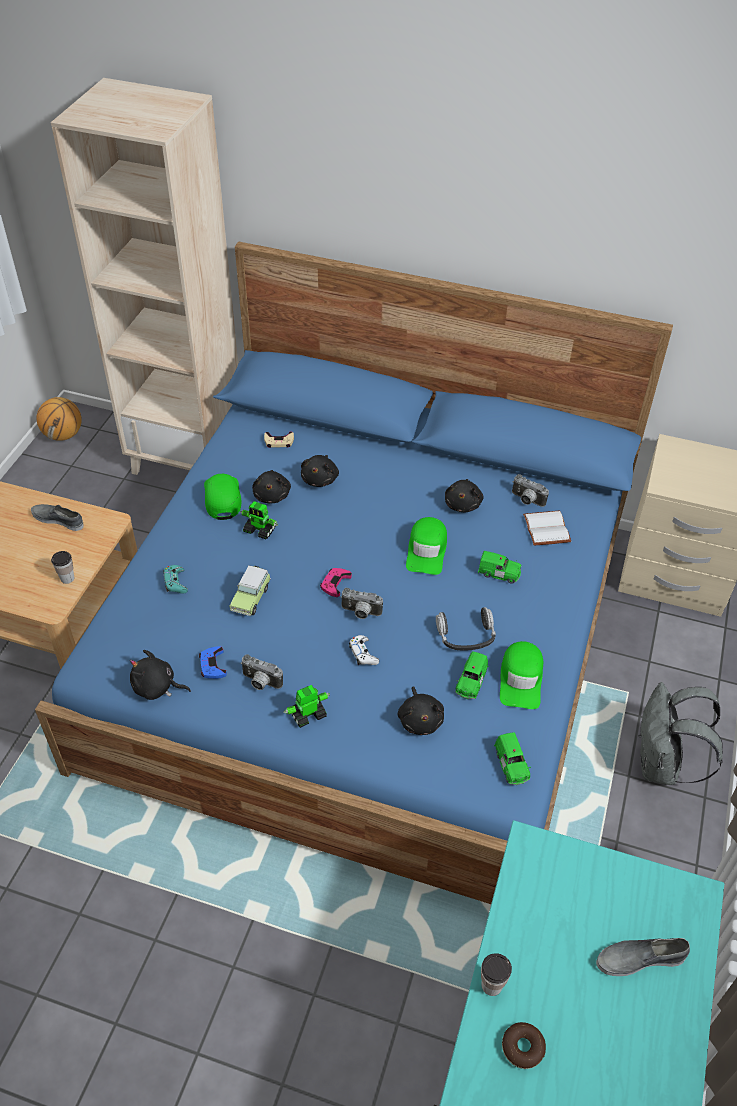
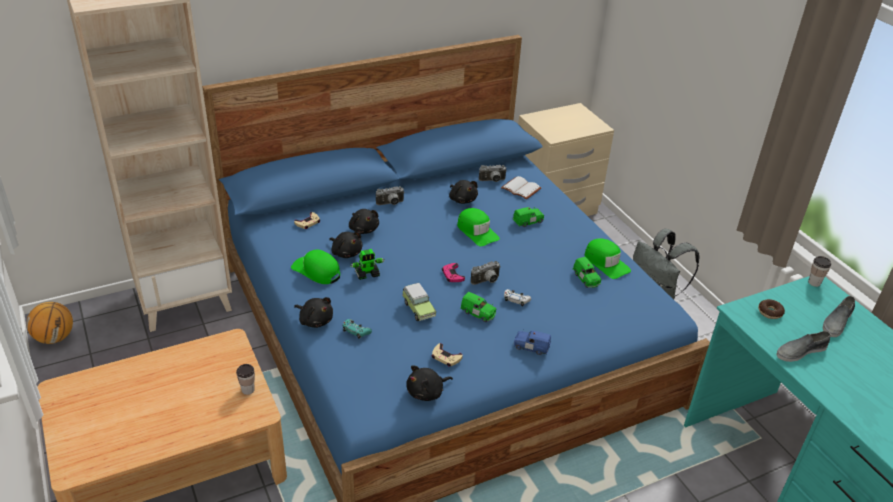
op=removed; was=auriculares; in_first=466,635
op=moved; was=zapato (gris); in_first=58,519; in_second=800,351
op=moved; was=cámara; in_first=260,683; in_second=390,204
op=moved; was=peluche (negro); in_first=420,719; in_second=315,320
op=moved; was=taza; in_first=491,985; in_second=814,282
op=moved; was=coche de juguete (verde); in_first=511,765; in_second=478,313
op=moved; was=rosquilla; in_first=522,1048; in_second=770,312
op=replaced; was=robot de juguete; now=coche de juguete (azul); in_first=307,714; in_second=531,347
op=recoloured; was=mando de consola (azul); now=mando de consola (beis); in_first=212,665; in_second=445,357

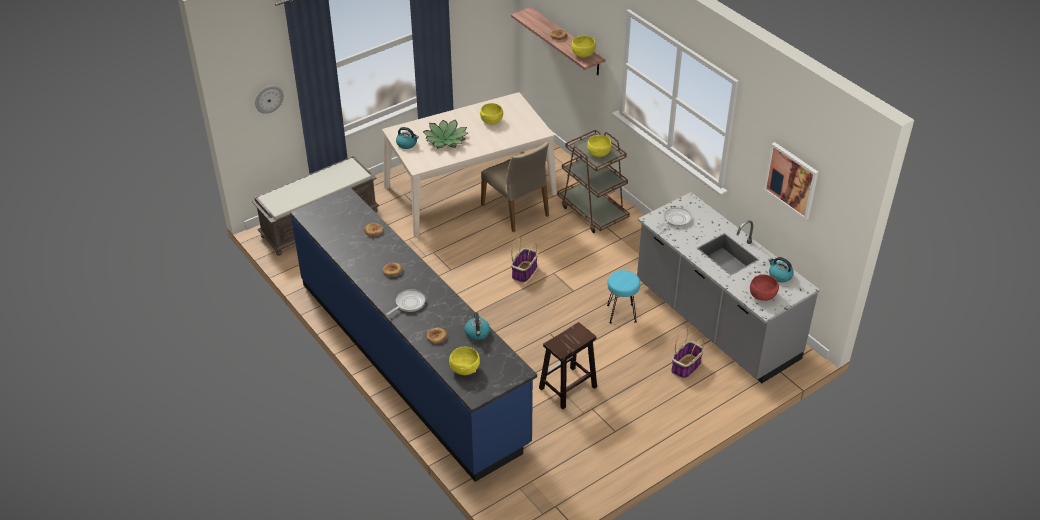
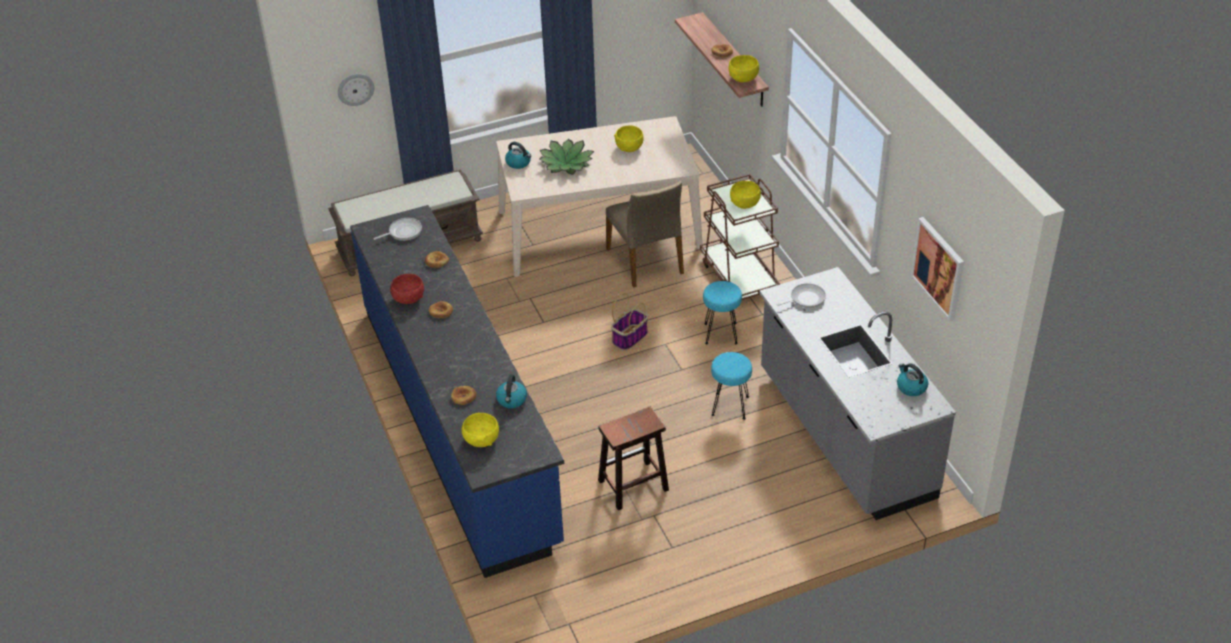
op=removed; was=cesta; in_first=686,367
op=added; now=taburete (turquesa); in_second=721,333
op=moved; was=sartén; in_first=408,303; in_second=403,232
op=moved; was=cuenco (rojo); in_first=762,295; in_second=408,298

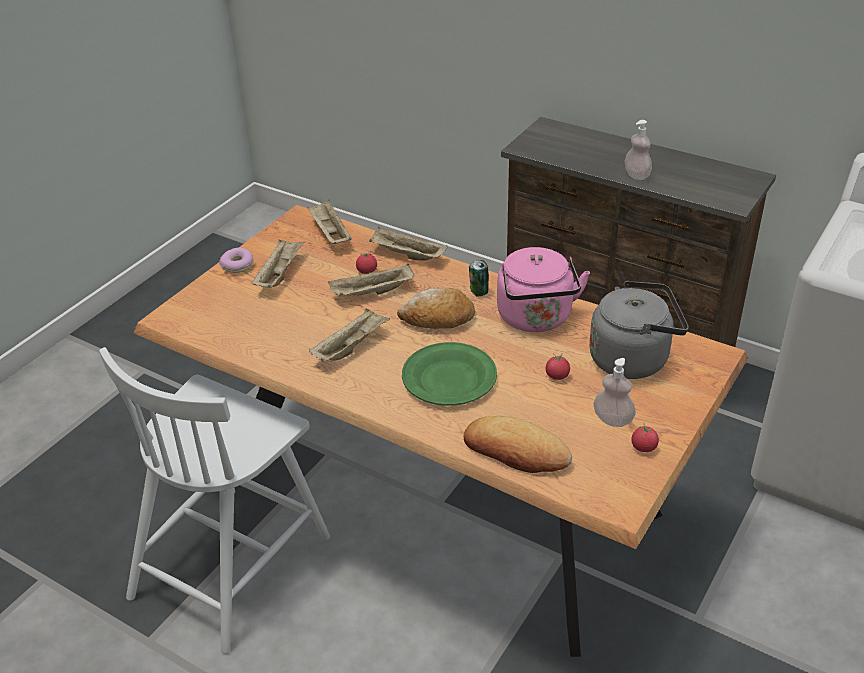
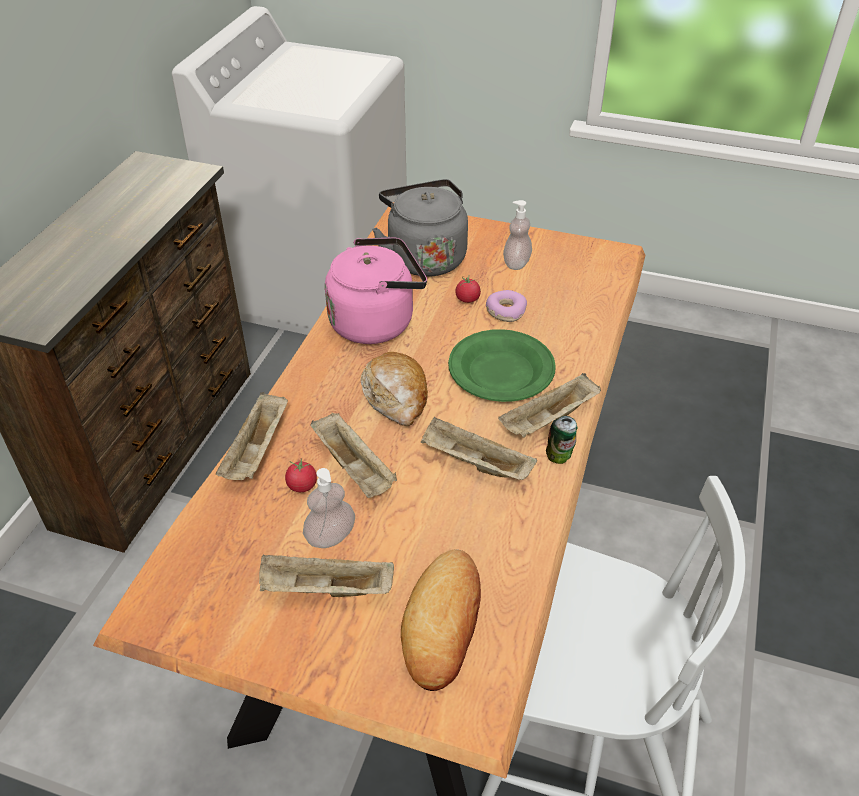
op=removed; was=tomate; in_first=643,447
op=moved; was=rosquilla; in_first=238,265; in_second=505,311
op=moved; was=bandeja (beis); in_first=330,233; in_second=549,420
op=moved; was=pan; in_first=516,451; in_second=443,623
op=moved; was=lata; in_first=478,292; in_second=560,456
op=moved; was=dispensador de jabón; in_first=636,175; in_second=330,536

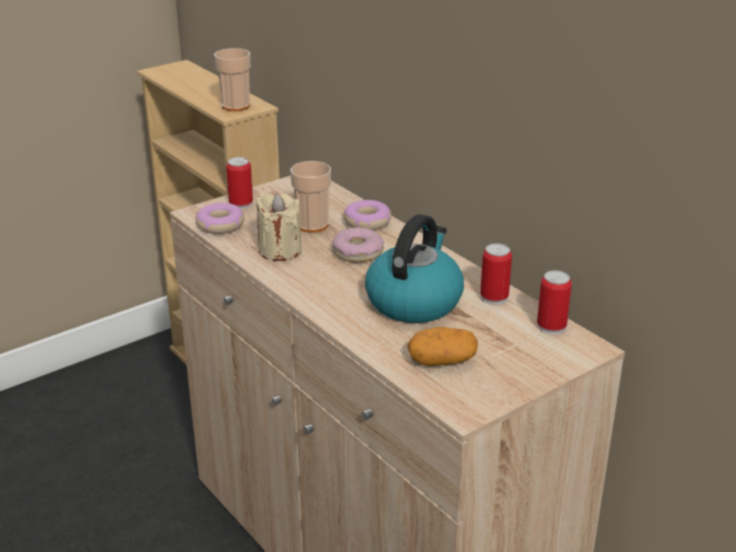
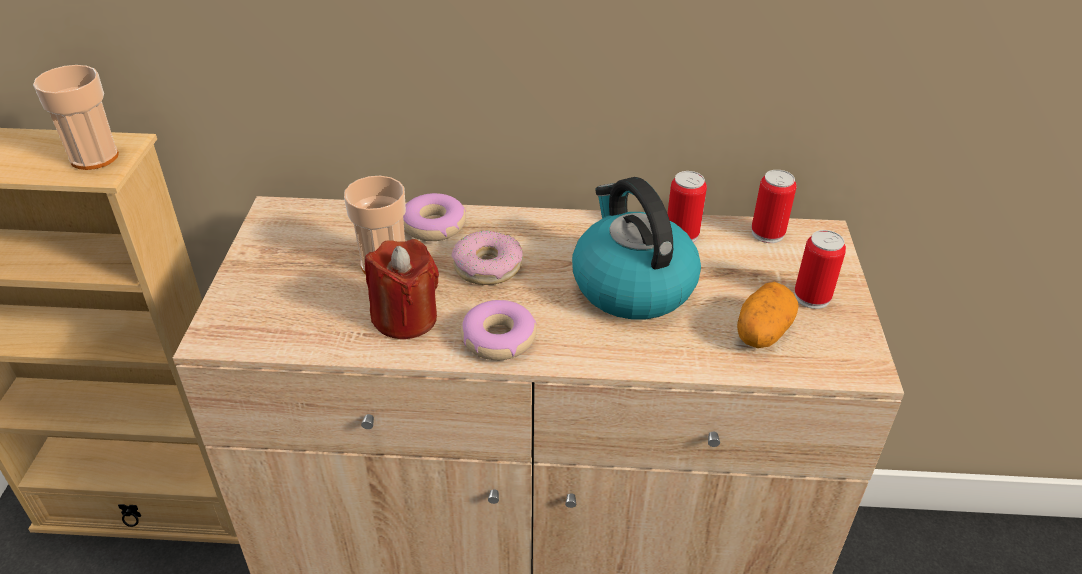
op=moved; was=rosquilla; in_first=220,225; in_second=498,339
op=moved; was=lata; in_first=241,204; in_second=812,297
op=recoloured; was=vela (beis); now=vela (rojo); in_first=280,250; in_second=405,318

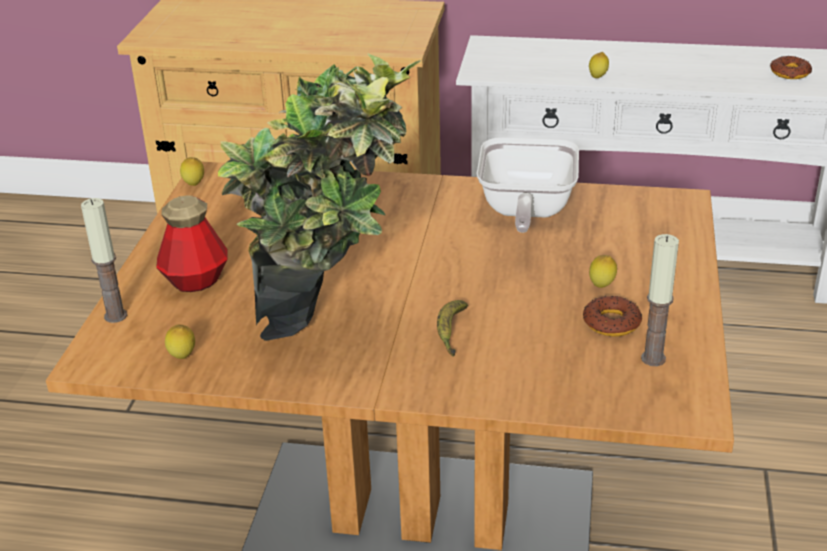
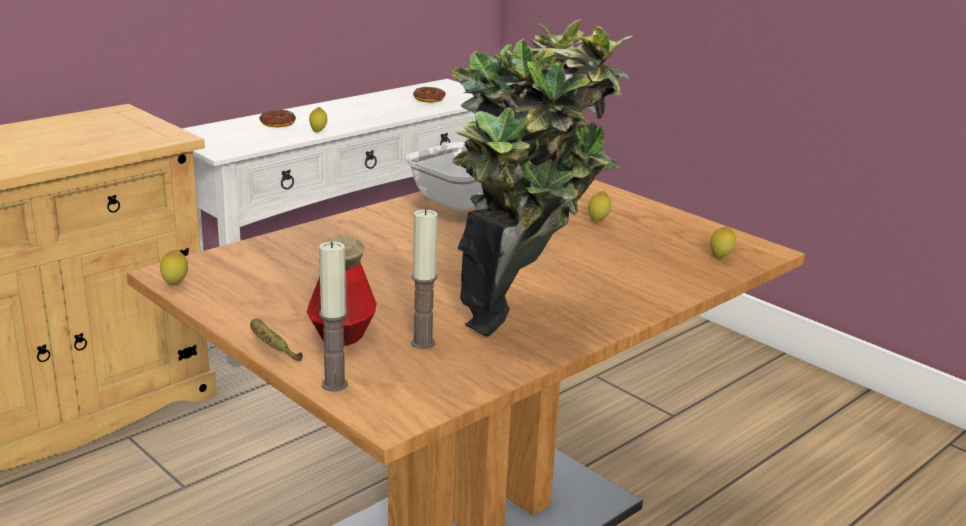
op=moved; was=limón; in_first=182,358; in_second=720,257
op=moved; was=plátano; in_first=451,332; in_second=271,348
op=moved; was=rosquilla; in_first=612,322; in_second=277,123
op=moved; was=vela; in_first=653,358; in_second=422,343

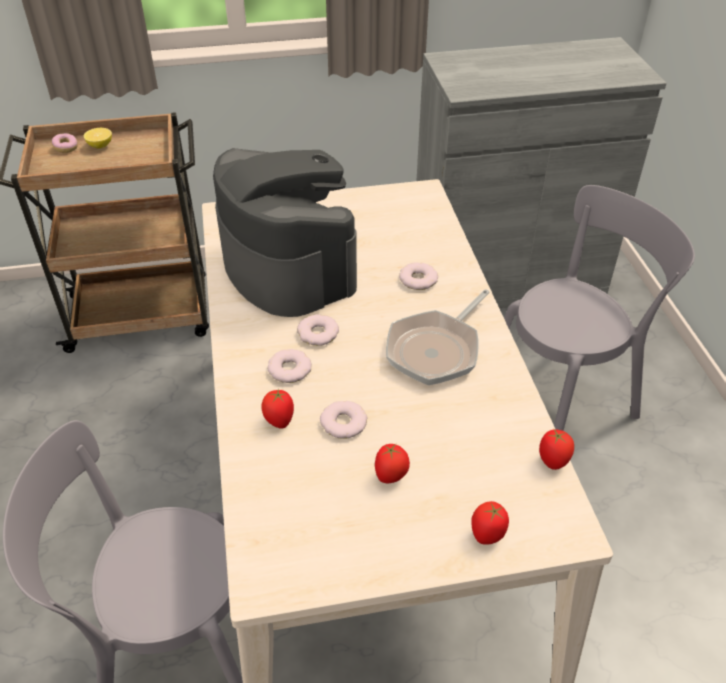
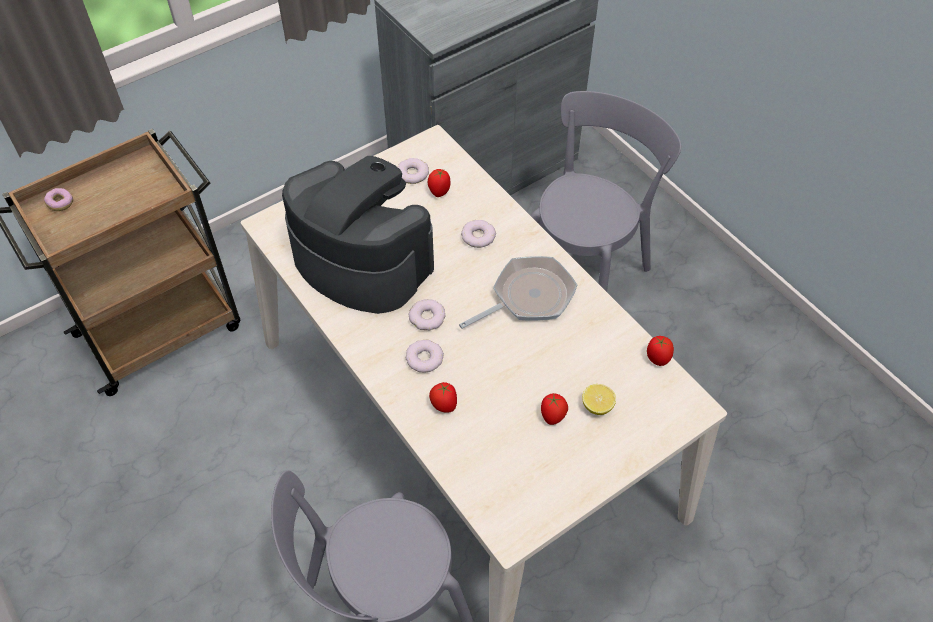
op=moved; was=limón; in_first=100,146; in_second=597,406
op=moved; was=rosquilla; in_first=343,423; in_second=412,174
op=moved; was=tomate; in_first=487,534; in_second=439,191
op=turned; was=sartén; in_first=436,349; in_second=528,297; clockwise=-135

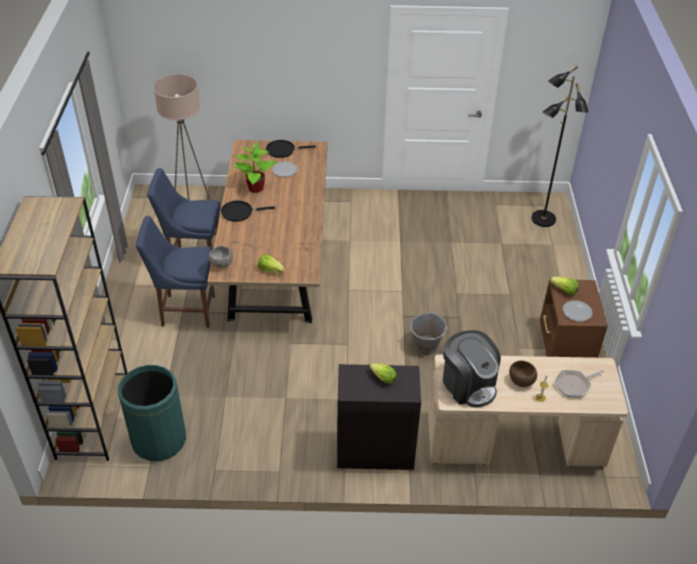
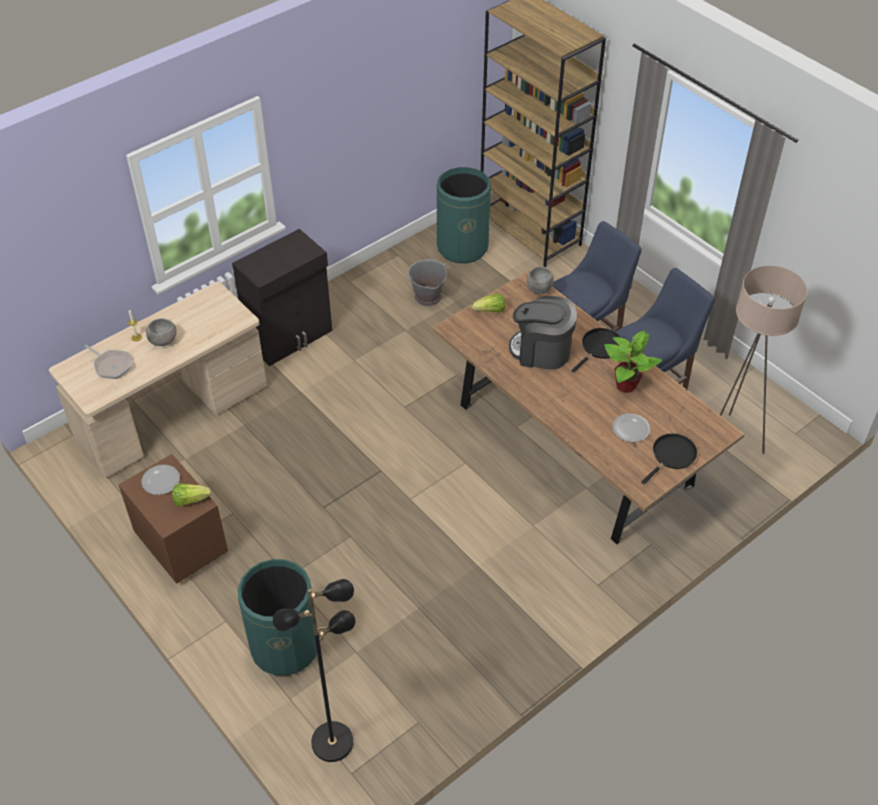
op=removed; was=lechuga; in_first=382,377
op=added; now=papelera (verde); in_second=285,647
op=moved; was=cubo (gris); in_first=426,346; in_second=427,297
op=moved; was=cafetera; in_first=468,384; in_second=541,351
op=recoloured; was=cuenco (marrón); now=cuenco (gris); in_first=521,381; in_second=163,341
op=turned; was=sartén; in_first=574,385; in_second=111,365; clockwise=105

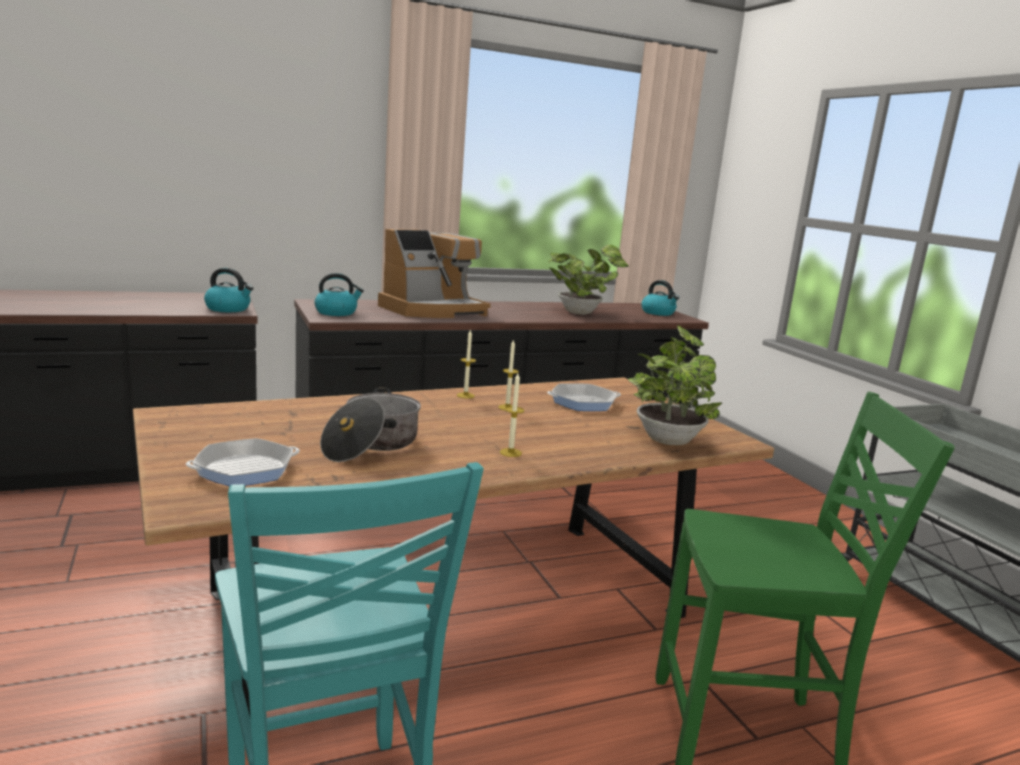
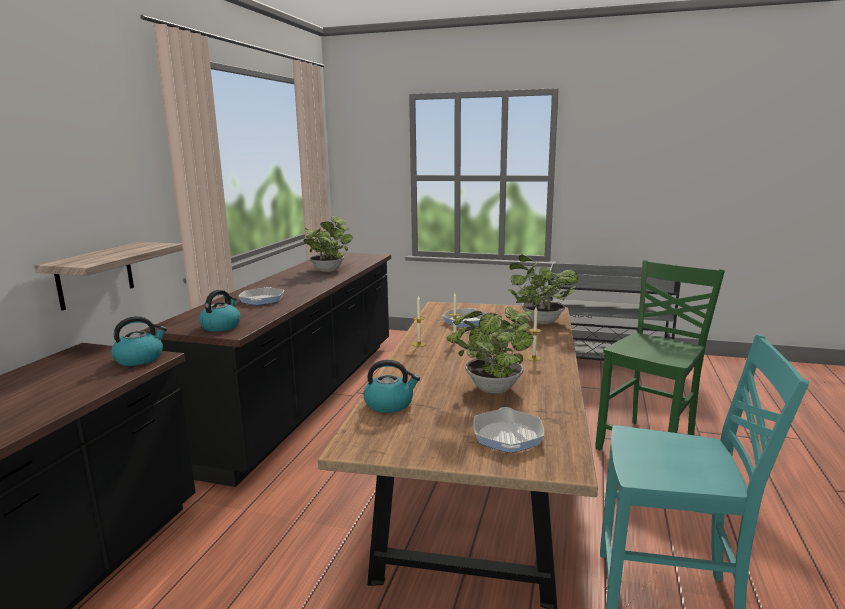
op=added; now=estante; in_second=95,275
op=moved; was=hervidor; in_first=658,313; in_second=389,404
op=replaced; was=olla; now=planta en maceta; in_first=371,445; in_second=491,389
op=replaced; was=cafetera; now=sartén; in_first=433,310; in_second=262,300

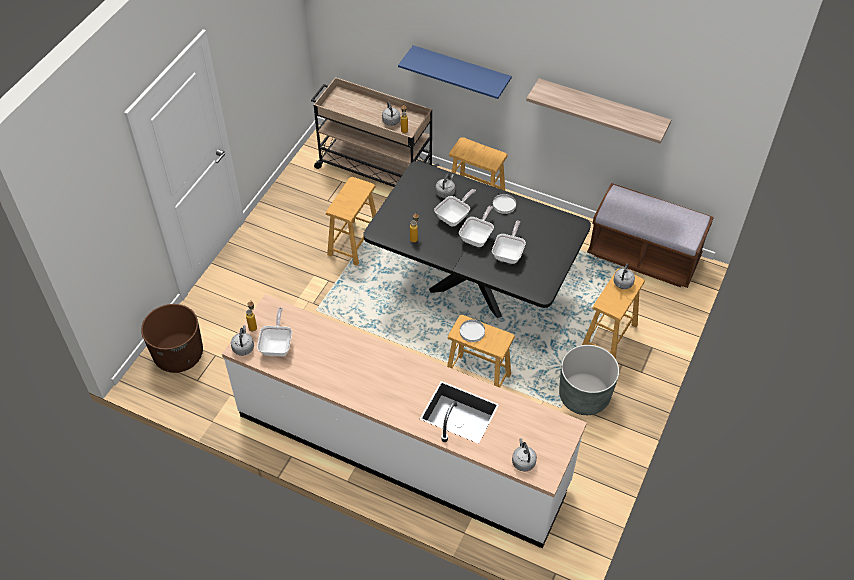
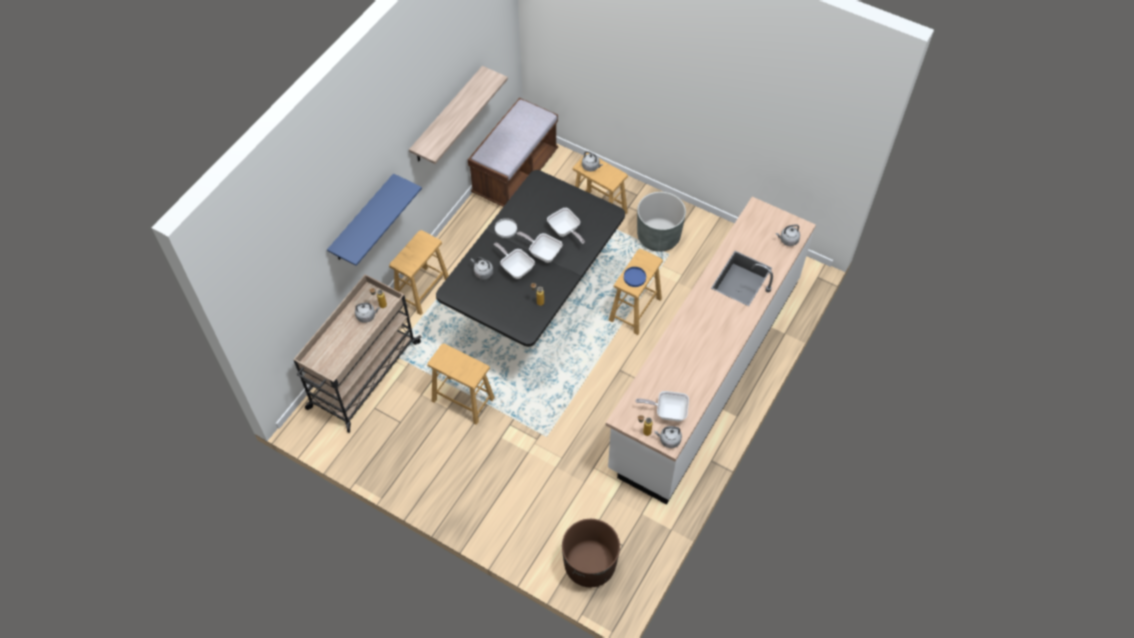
op=recoloured; was=plato (blanco); now=plato (azul); in_first=472,332; in_second=635,277
op=turned; was=sartén; in_first=509,253; in_second=565,231; clockwise=-150

